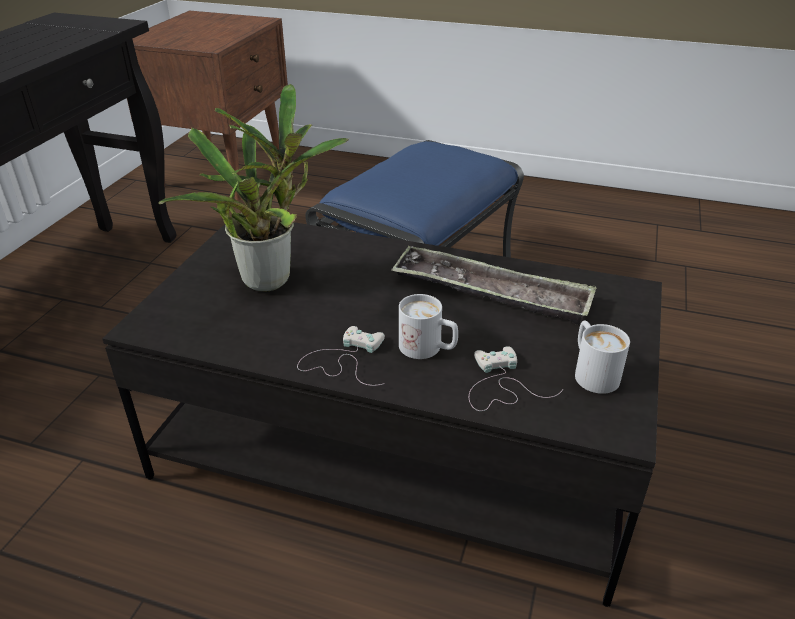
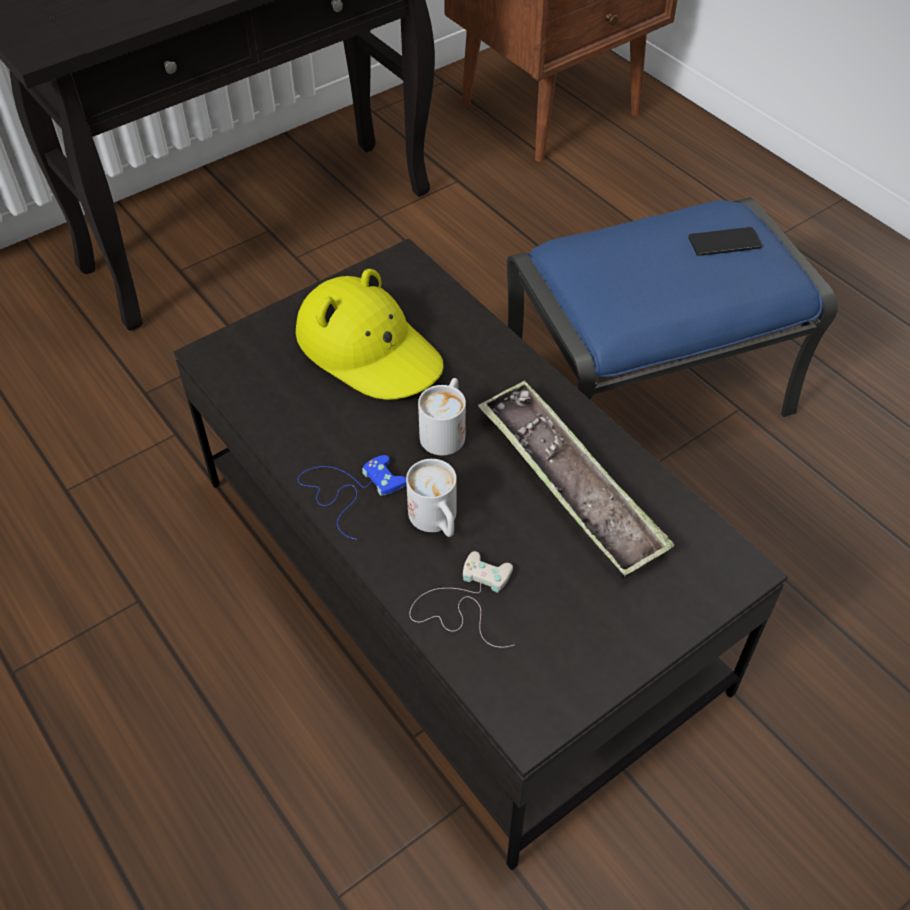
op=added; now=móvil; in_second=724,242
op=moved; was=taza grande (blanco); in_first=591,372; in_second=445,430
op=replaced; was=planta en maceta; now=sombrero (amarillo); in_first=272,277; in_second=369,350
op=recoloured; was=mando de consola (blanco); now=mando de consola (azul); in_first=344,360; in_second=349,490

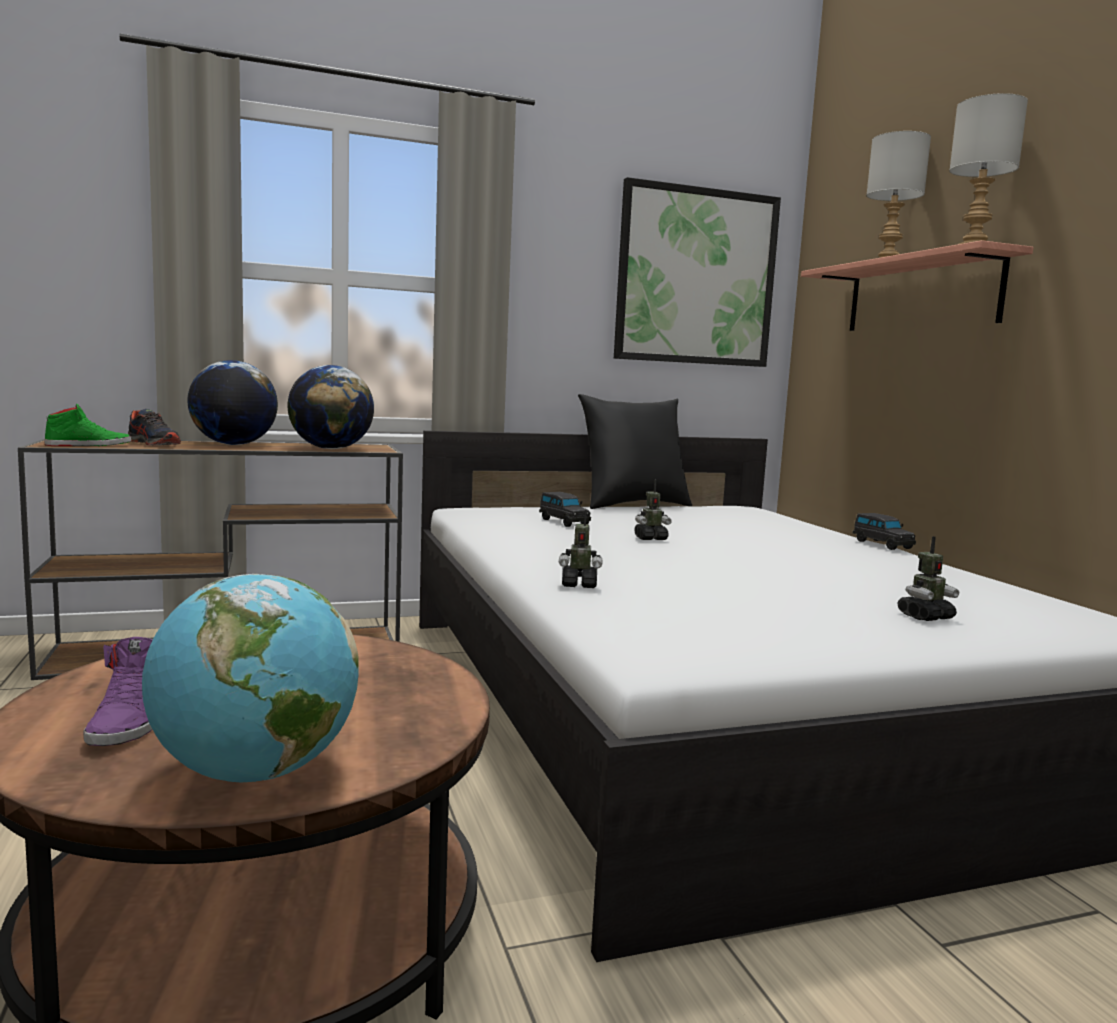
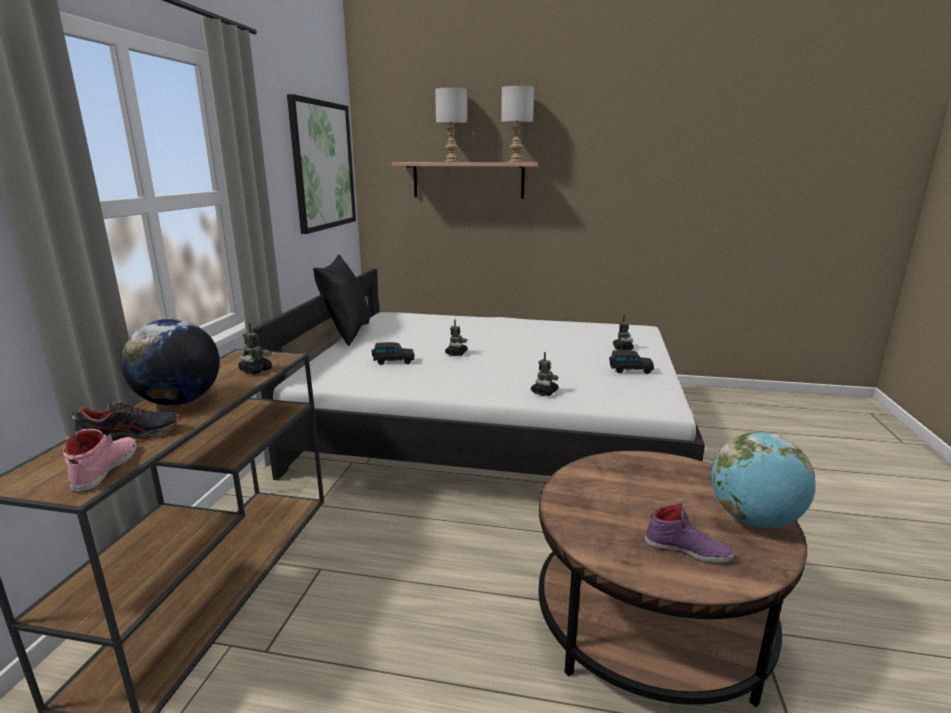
op=moved; was=coche de juguete (negro); in_first=881,544; in_second=630,370
op=replaced; was=globo terráqueo; now=robot de juguete; in_first=331,449; in_second=256,370
op=recoloured; was=zapato (verde); now=zapato (rosa); in_first=88,445; in_second=105,468

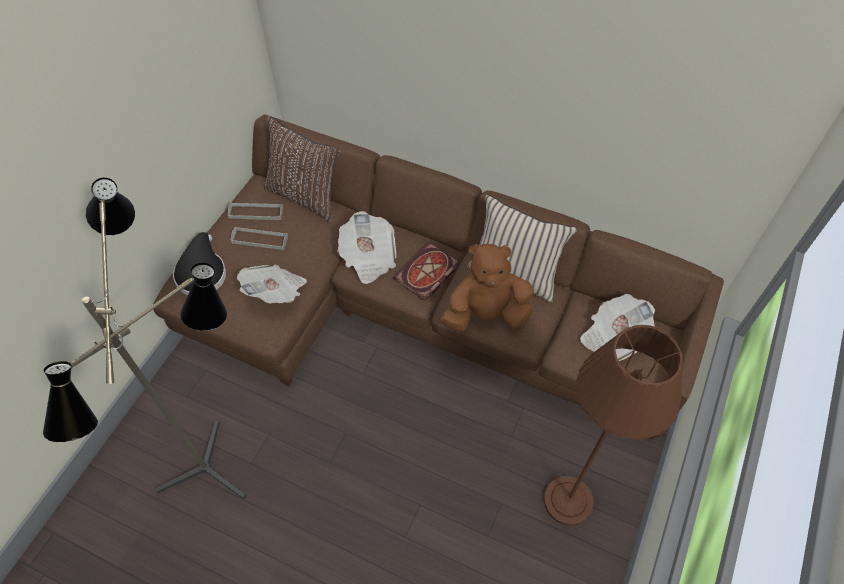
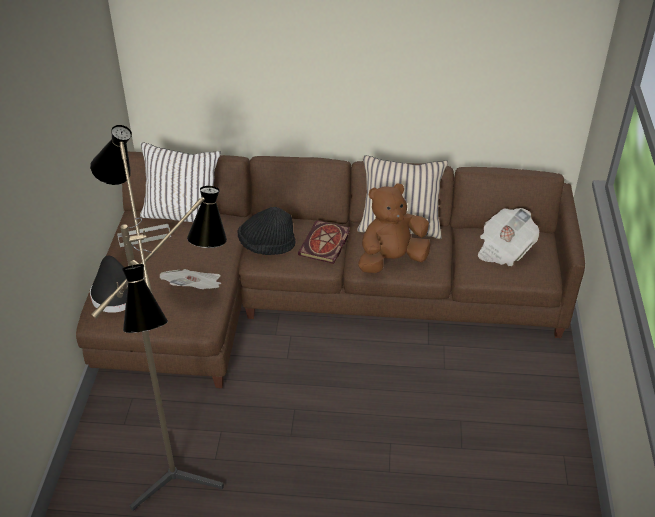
op=removed; was=bandeja (gris); in_first=260,239
op=removed; was=lámpara de pie (marrón); in_first=568,501
op=replaced; was=periódico; now=sombrero (negro); in_first=368,258; in_second=267,245
op=recoloured; was=cojín (marrón); now=cojín (blanco); in_first=305,195; in_second=183,214

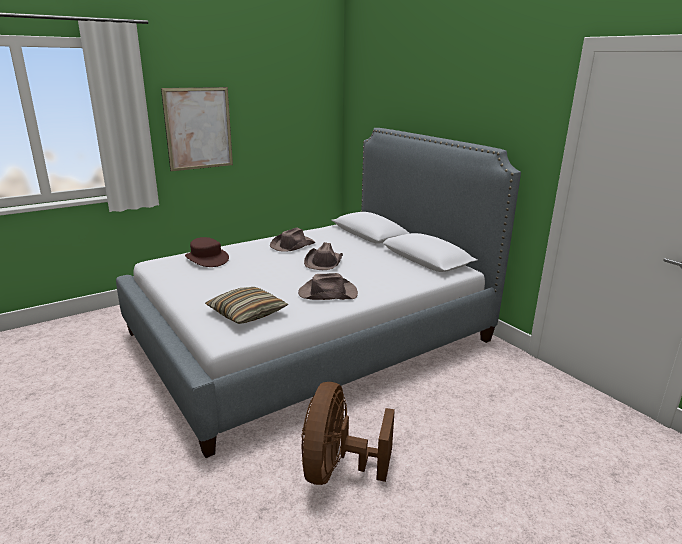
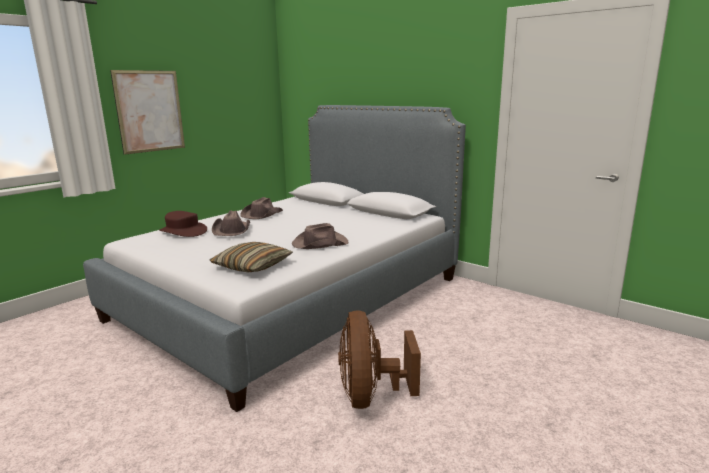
op=moved; was=sombrero (marrón); in_first=324,262; in_second=232,230

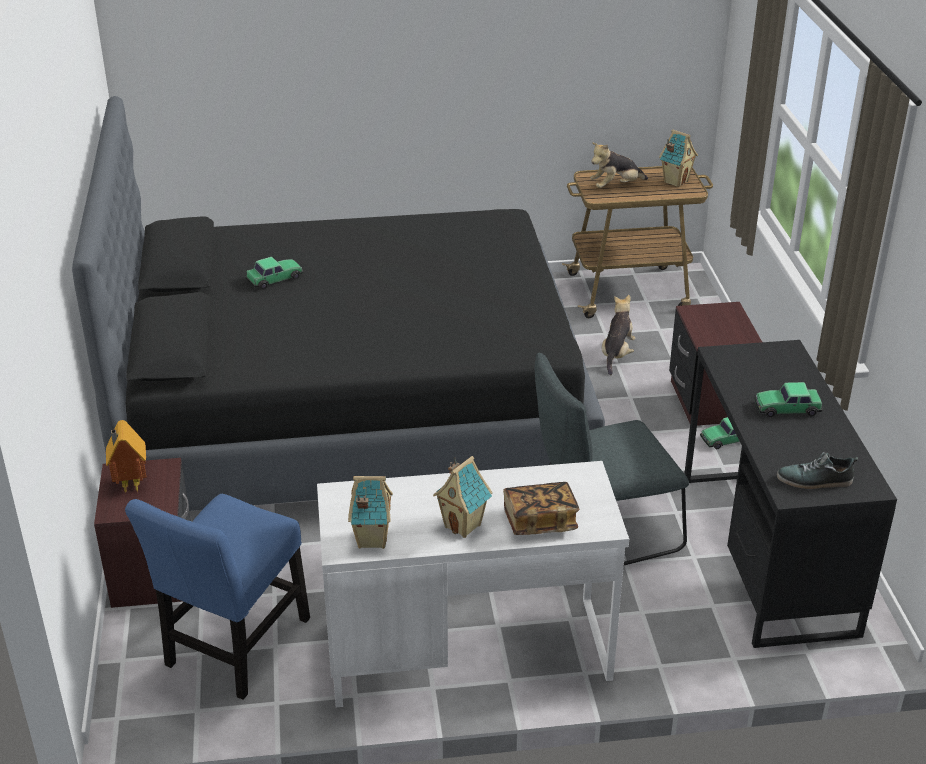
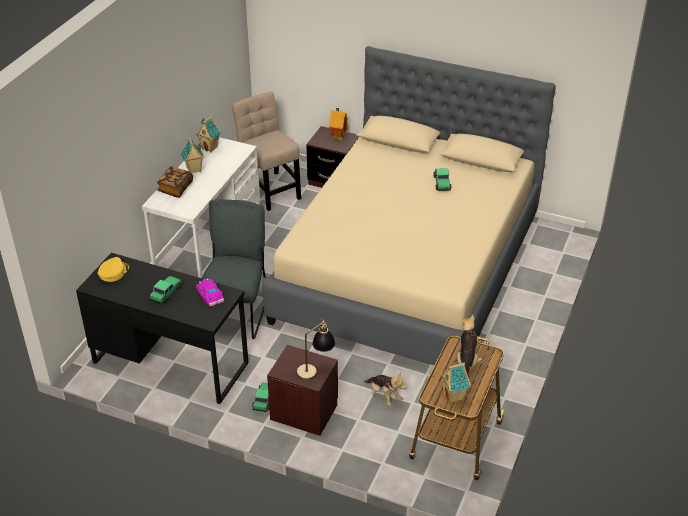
op=added; now=coche de juguete; in_second=210,294
op=added; now=lámpara de mesa; in_second=315,370
op=replaced; was=zapato; now=gorra (amarillo); in_first=815,481; in_second=113,272
op=recoloured; was=cama (negro); now=cama (beis); in_first=352,410; in_second=408,268
op=recoloured; was=silla (azul); now=silla (beis); in_first=235,648; in_second=269,189

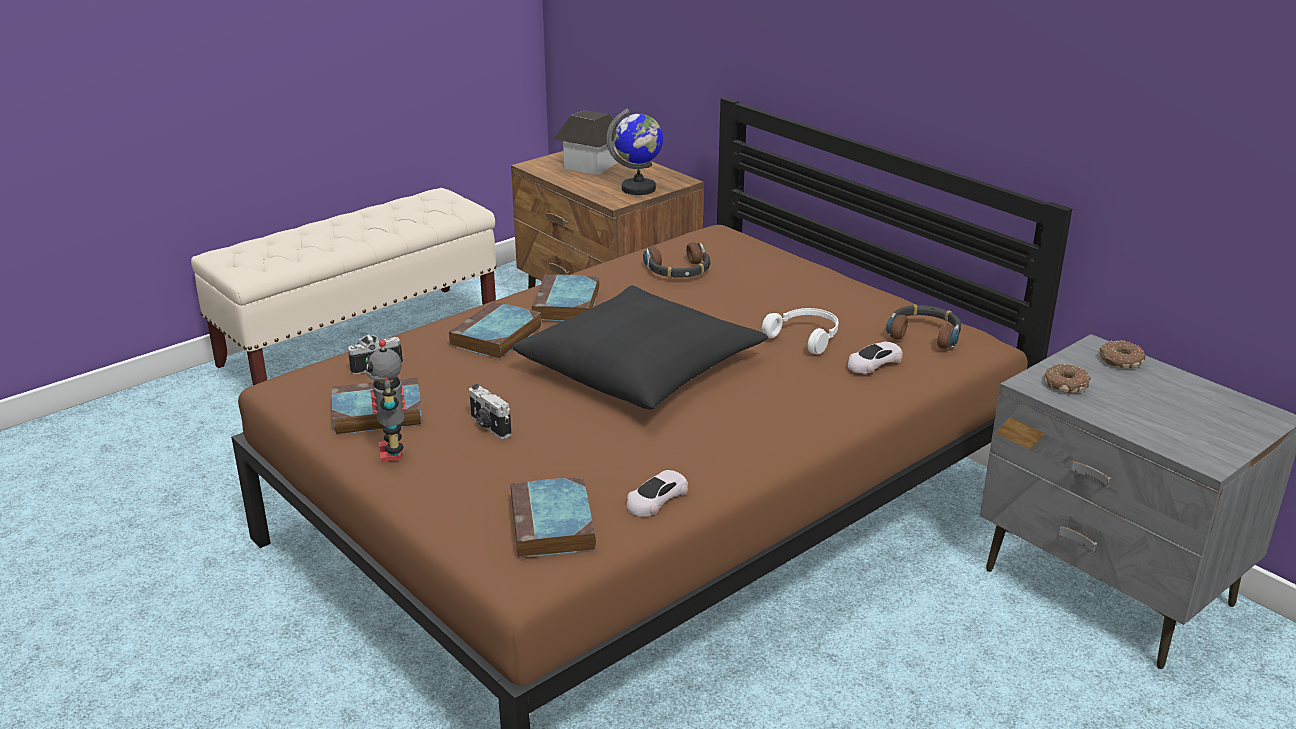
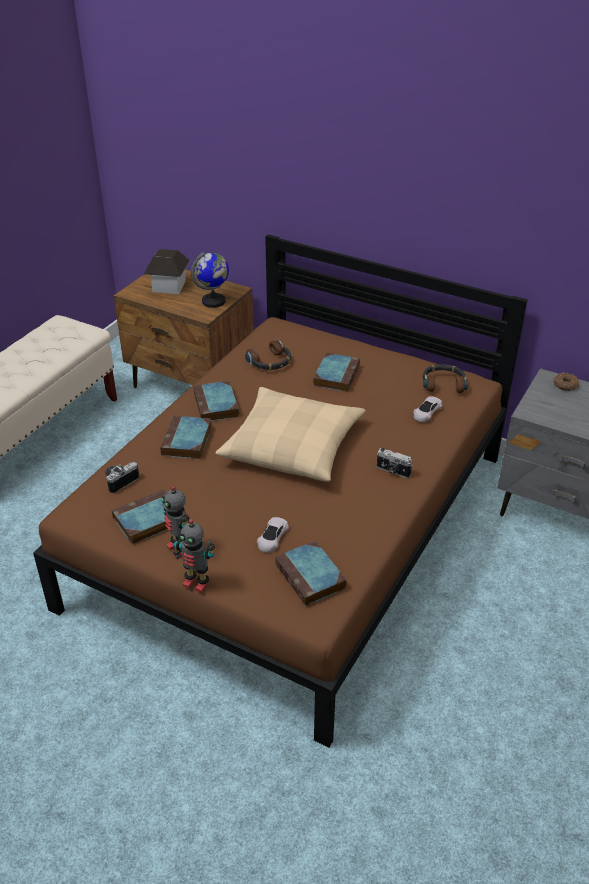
op=removed; was=auriculares (blanco); in_first=806,337
op=removed; was=rosquilla; in_first=1066,385
op=added; now=robot de juguete; in_second=196,583
op=added; now=libro; in_second=336,375
op=moved; was=cámara; in_first=489,426; in_second=393,471
op=moved; was=coche de juguete (blanco); in_first=656,499; in_second=272,537
op=recoloured; was=cojín (negro); now=cojín (beis); in_first=641,367; in_second=292,445

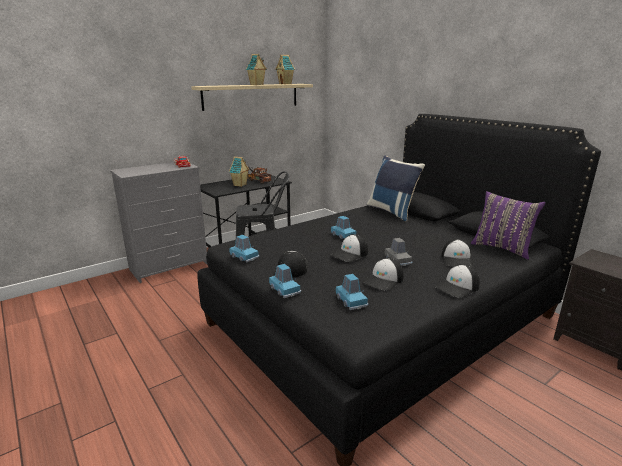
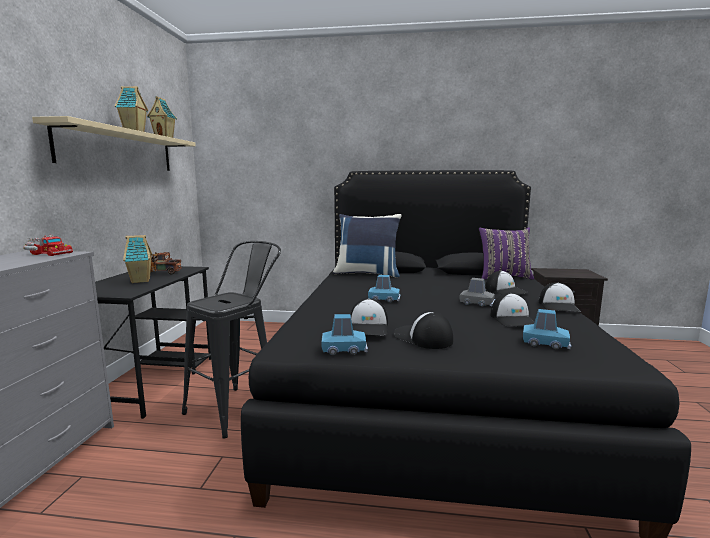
op=removed; was=coche de juguete (azul); in_first=284,290
op=moved; was=gorra; in_first=350,254; in_second=369,327

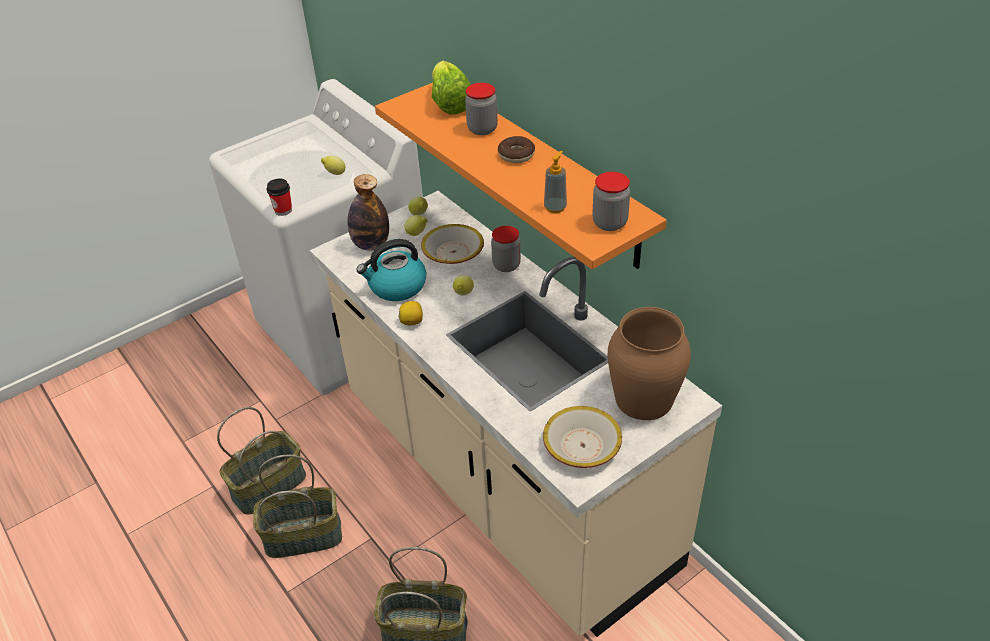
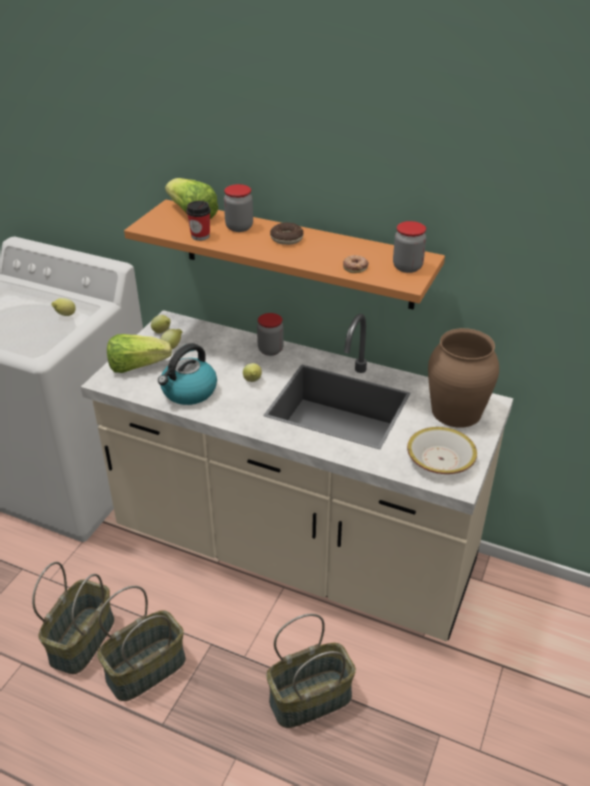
op=removed; was=limón; in_first=412,321
op=removed; was=cuenco; in_first=453,252
op=moved; was=taza; in_first=283,210; in_second=200,236
op=replaced; was=botella; now=lechuga; in_first=371,244; in_second=137,366
op=replaced; was=dispensador de jabón; now=rosquilla; in_first=555,207; in_second=355,267

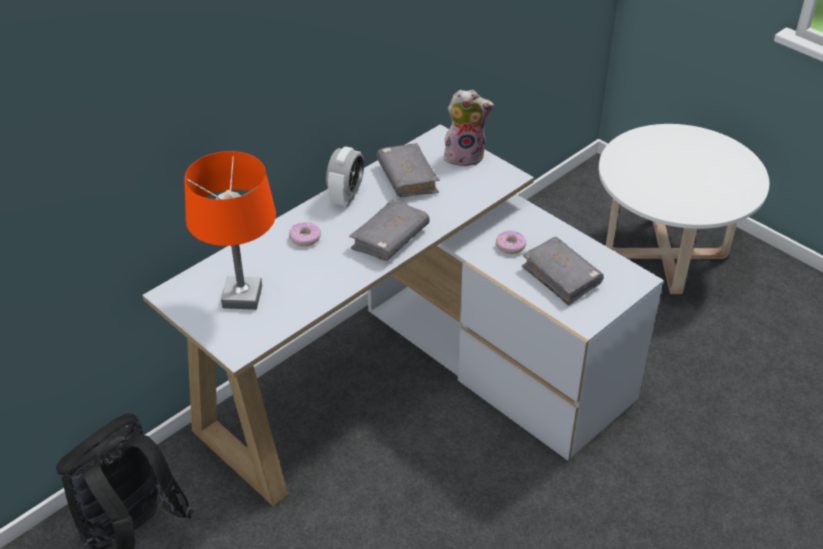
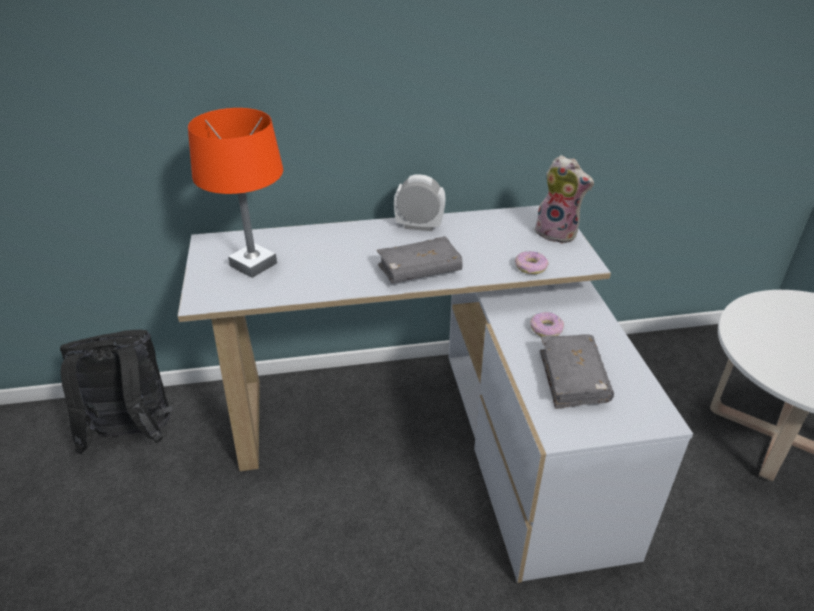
op=removed; was=libro (gris); in_first=407,178
op=moved; was=rosquilla; in_first=305,238; in_second=530,267
op=turned; was=despertador; in_first=346,196; in_second=419,226; clockwise=-135

